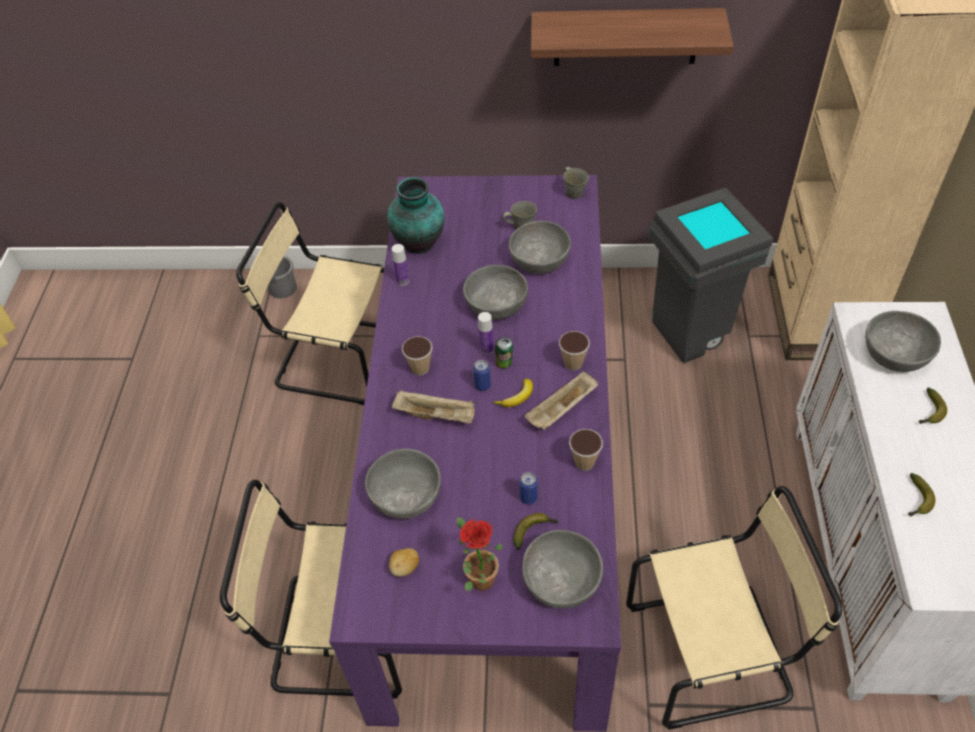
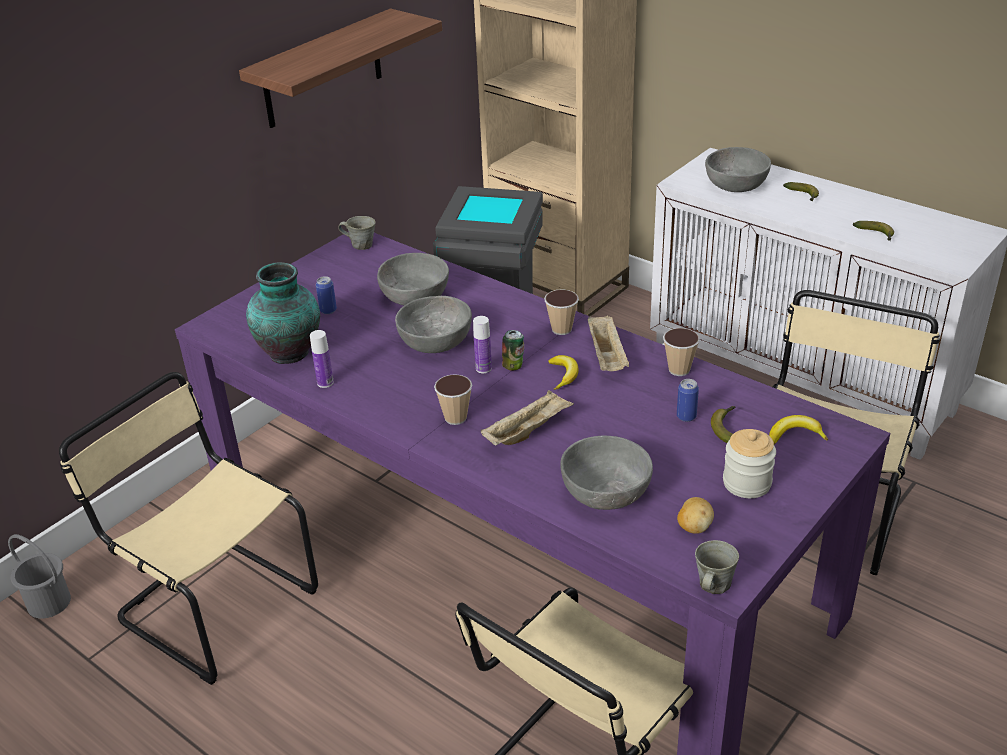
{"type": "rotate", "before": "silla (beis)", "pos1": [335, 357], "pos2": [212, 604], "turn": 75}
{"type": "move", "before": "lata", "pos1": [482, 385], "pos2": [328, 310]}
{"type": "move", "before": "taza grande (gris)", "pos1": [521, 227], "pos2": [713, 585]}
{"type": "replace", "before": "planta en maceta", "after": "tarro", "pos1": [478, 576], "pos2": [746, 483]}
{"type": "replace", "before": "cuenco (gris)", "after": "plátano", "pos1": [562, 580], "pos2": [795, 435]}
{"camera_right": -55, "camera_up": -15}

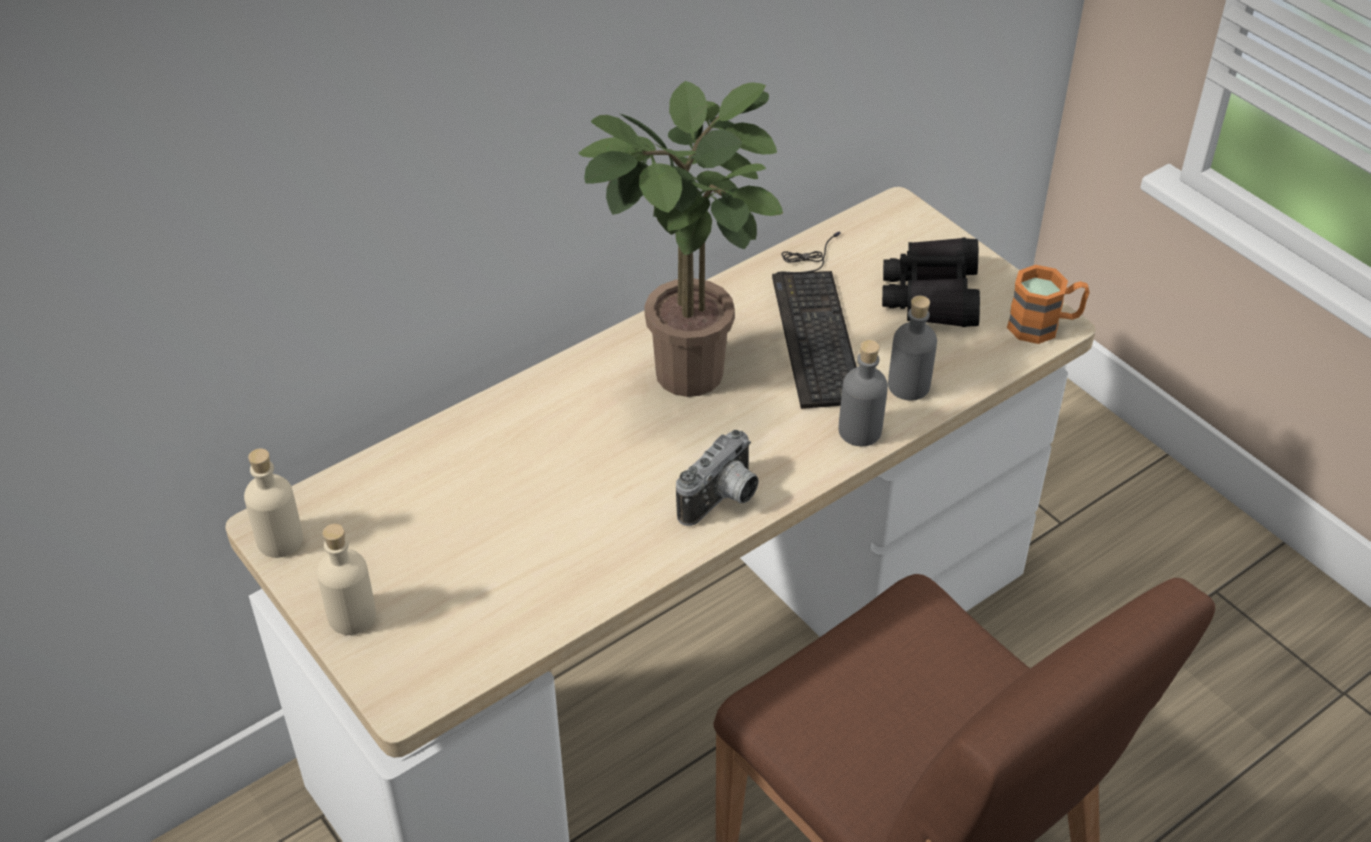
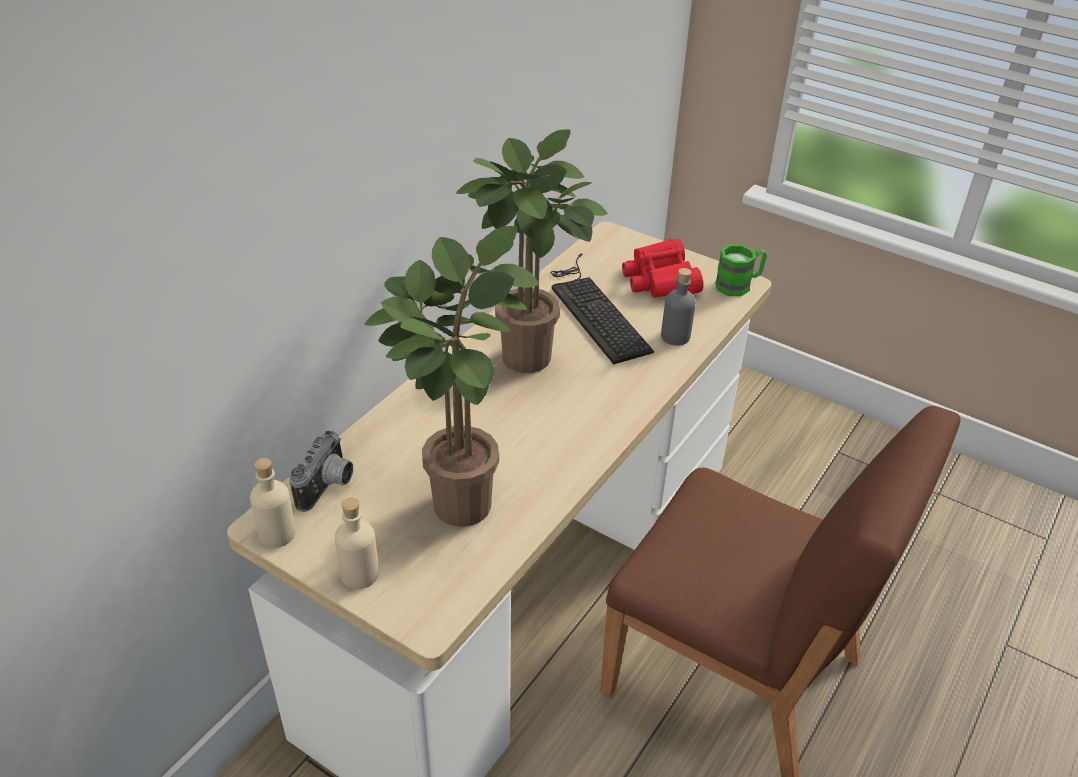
{"type": "move", "before": "cámara", "pos1": [723, 500], "pos2": [328, 487]}
{"type": "insert", "after": "planta en maceta", "pos2": [458, 497]}
{"type": "recolor", "before": "prismáticos (negro)", "after": "prismáticos (rojo)", "pos1": [932, 295], "pos2": [660, 280]}
{"type": "recolor", "before": "taza grande (naranja)", "after": "taza grande (verde)", "pos1": [1044, 325], "pos2": [739, 285]}
{"type": "delete", "before": "botella (gris)", "pos1": [860, 431]}
{"camera_right": -20, "camera_up": -5}

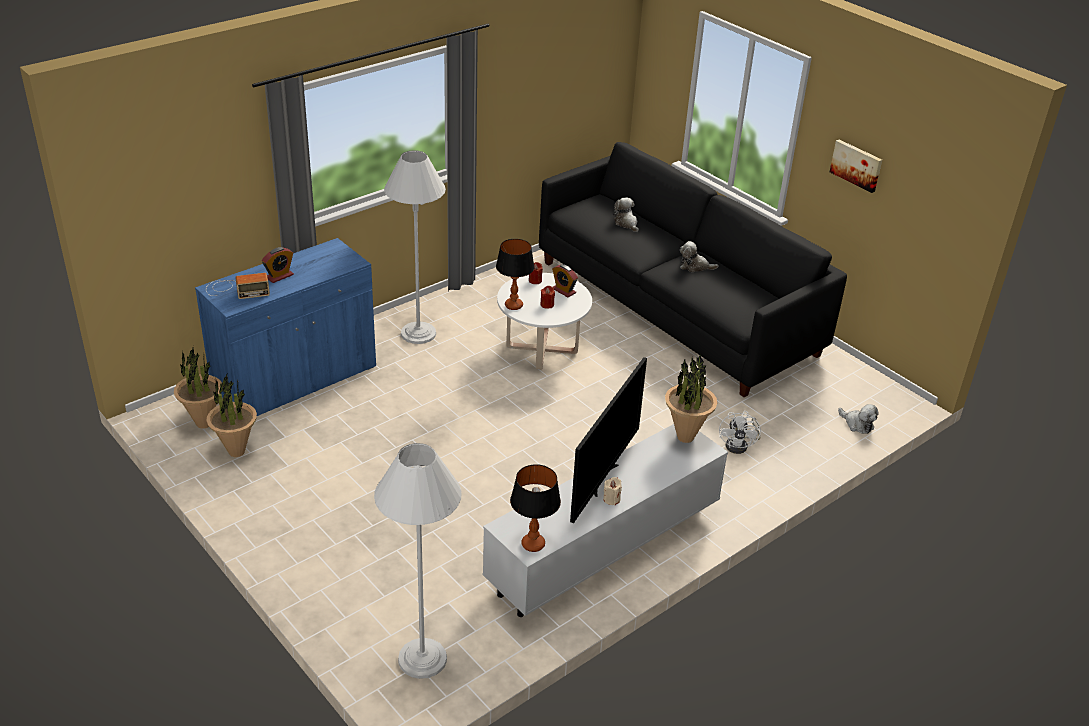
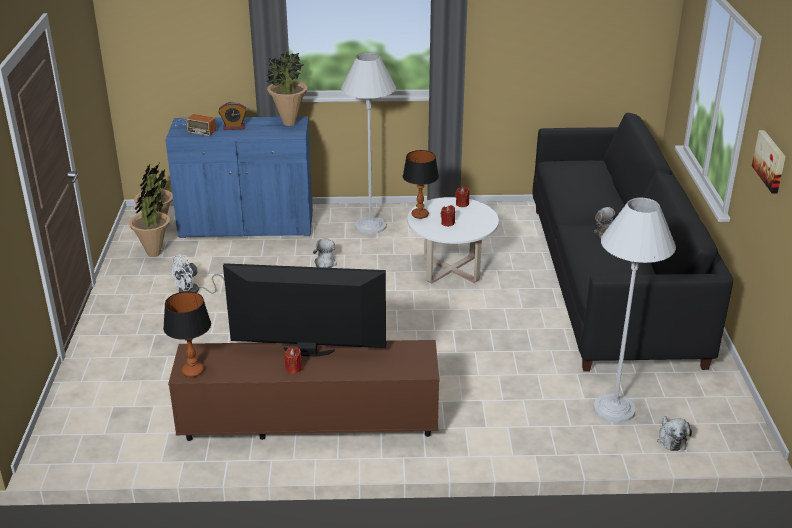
{"type": "recolor", "before": "mueble de televisión (blanco)", "after": "mueble de televisión (marrón)", "pos1": [602, 549], "pos2": [308, 426]}
{"type": "move", "before": "ventilador (blanco)", "pos1": [740, 445], "pos2": [193, 291]}
{"type": "rotate", "before": "televisor", "pos1": [602, 478], "pos2": [308, 352], "turn": -150}
{"type": "move", "before": "planta en maceta", "pos1": [685, 437], "pos2": [289, 123]}
{"type": "recolor", "before": "vela (beis)", "after": "vela (rojo)", "pos1": [611, 499], "pos2": [293, 369]}
{"type": "move", "before": "peluche", "pos1": [626, 223], "pos2": [324, 264]}
{"type": "move", "before": "lámpara de pie (blanco)", "pos1": [422, 658], "pos2": [614, 409]}
{"type": "delete", "before": "despertador", "pos1": [564, 291]}
{"camera_right": 40, "camera_up": -5}

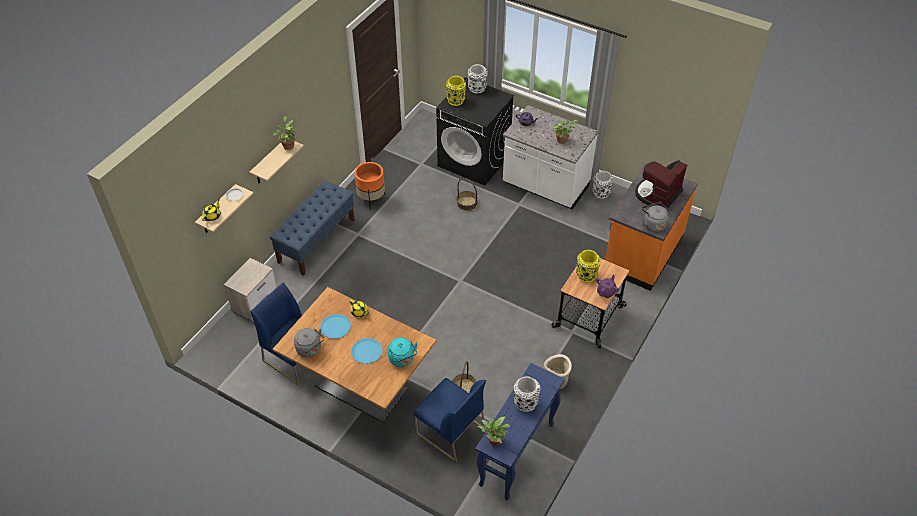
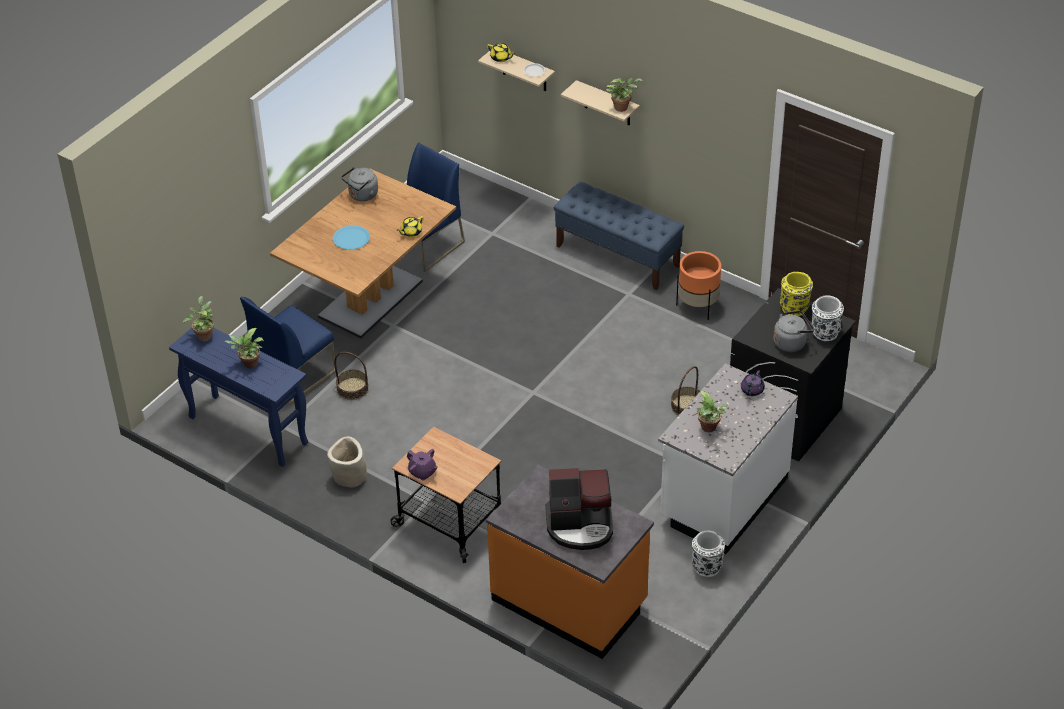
{"type": "replace", "before": "florero (blanco)", "after": "planta en maceta", "pos1": [525, 403], "pos2": [249, 364]}
{"type": "rotate", "before": "cafetera", "pos1": [657, 194], "pos2": [580, 526], "turn": 135}
{"type": "move", "before": "hervidor (gris)", "pos1": [653, 224], "pos2": [791, 342]}
{"type": "delete", "before": "mesita de noche", "pos1": [256, 302]}
{"type": "delete", "before": "plato (azul)", "pos1": [335, 327]}
{"type": "delete", "before": "hervidor (turquesa)", "pos1": [402, 360]}
{"type": "delete", "before": "florero (amarillo)", "pos1": [586, 275]}
{"camera_right": 95, "camera_up": -5}

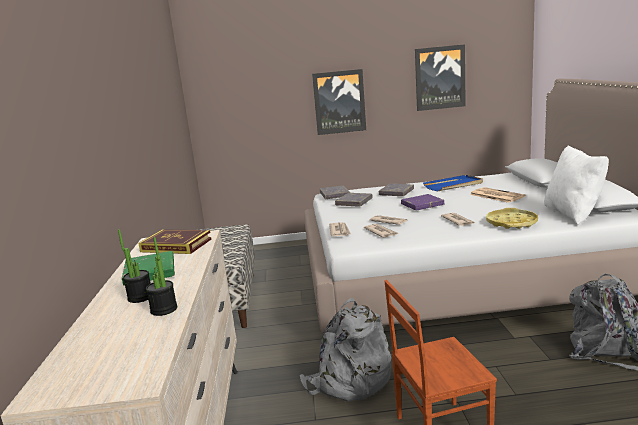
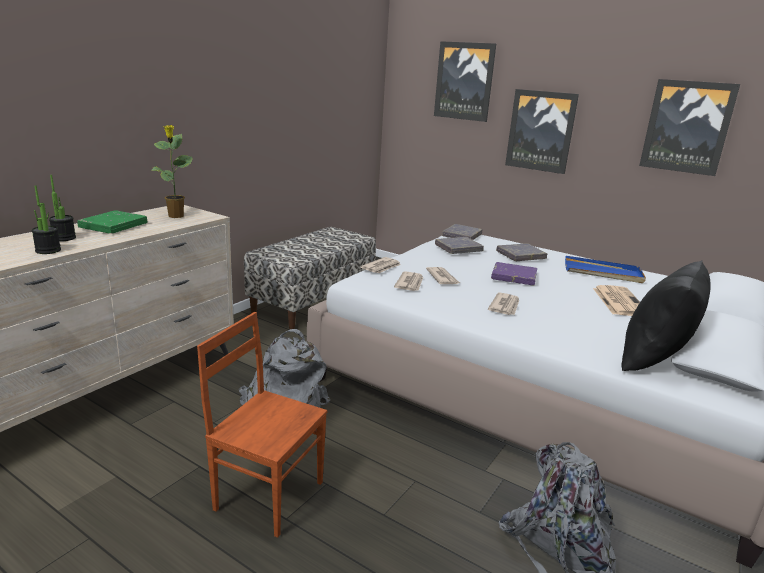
{"type": "replace", "before": "libro", "after": "planta en maceta", "pos1": [176, 245], "pos2": [176, 216]}
{"type": "insert", "after": "cuadro", "pos2": [464, 81]}
{"type": "recolor", "before": "cojín (blanco)", "after": "cojín (negro)", "pos1": [573, 213], "pos2": [655, 359]}
{"type": "delete", "before": "bandeja (amarillo)", "pos1": [511, 223]}
{"camera_right": 35, "camera_up": 5}

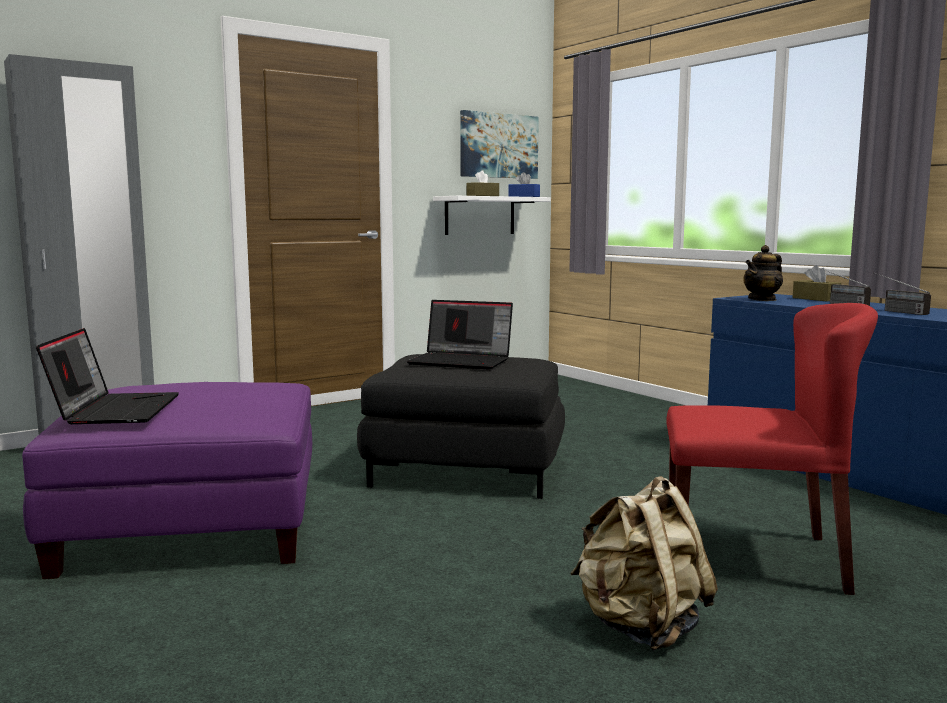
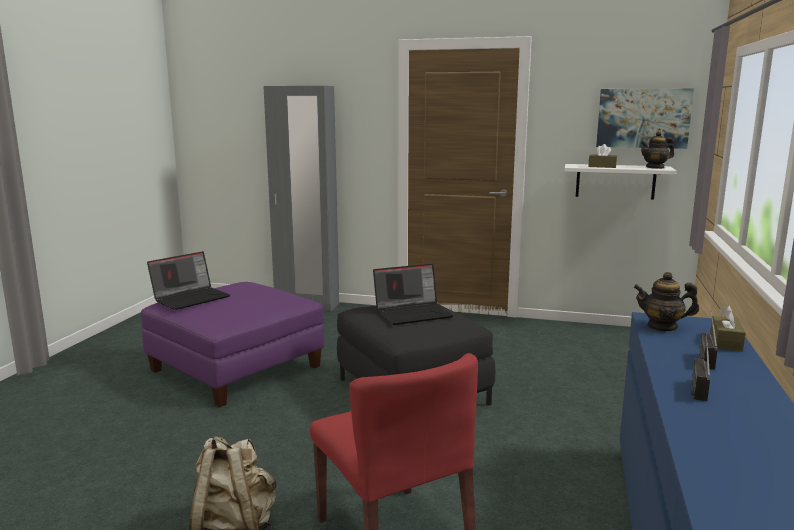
{"type": "rotate", "before": "portátil", "pos1": [462, 361], "pos2": [413, 313], "turn": -90}
{"type": "replace", "before": "caja de pañuelos (azul)", "after": "tetera", "pos1": [524, 196], "pos2": [655, 167]}
{"camera_right": 50, "camera_up": 5}

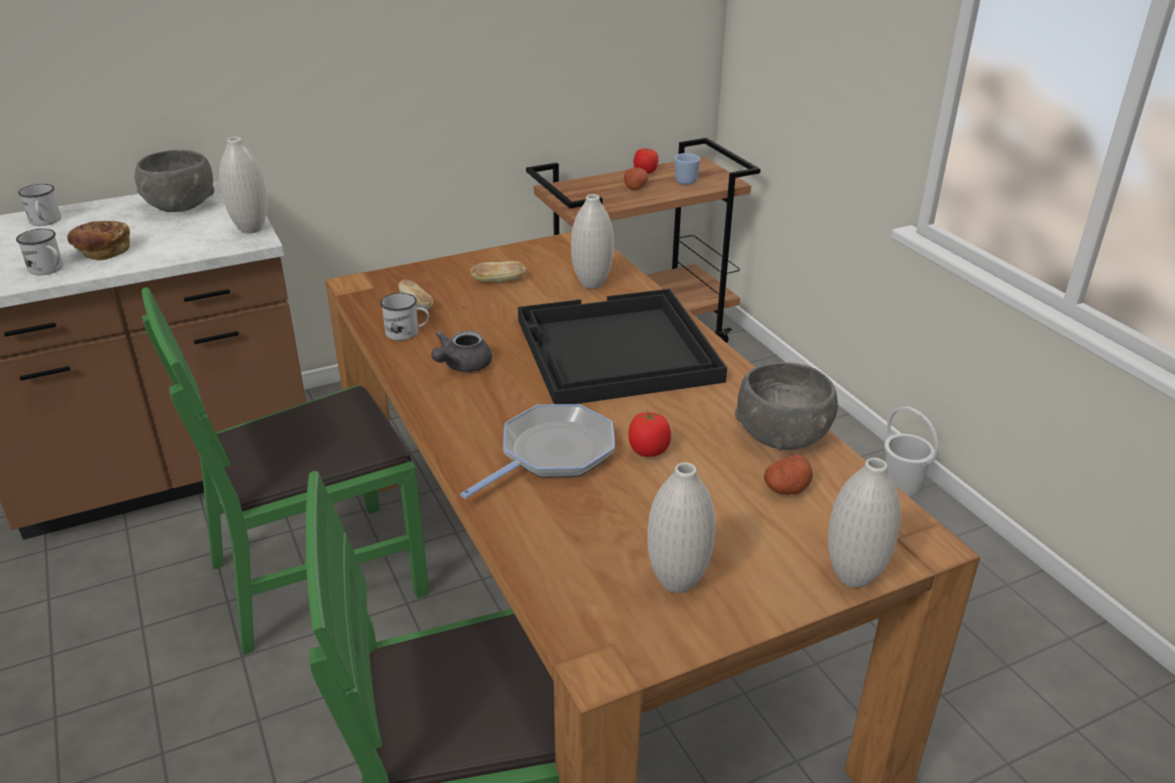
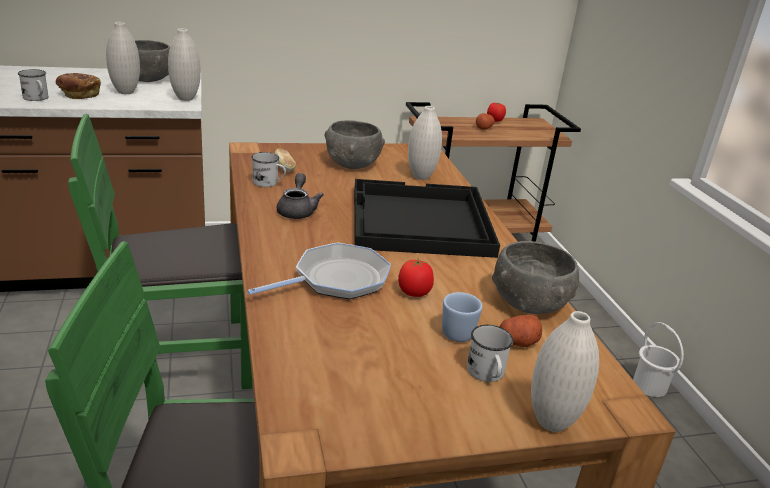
{"type": "move", "before": "florero (blanco)", "pos1": [677, 582], "pos2": [126, 92]}
{"type": "rotate", "before": "tetera (gris)", "pos1": [461, 366], "pos2": [297, 210], "turn": 135}
{"type": "replace", "before": "pan", "after": "cuenco (gris)", "pos1": [498, 281], "pos2": [352, 163]}
{"type": "move", "before": "taza grande (azul)", "pos1": [685, 180], "pos2": [458, 331]}
{"type": "move", "before": "taza grande (blanco)", "pos1": [45, 222], "pos2": [487, 374]}
{"camera_right": 10, "camera_up": -5}

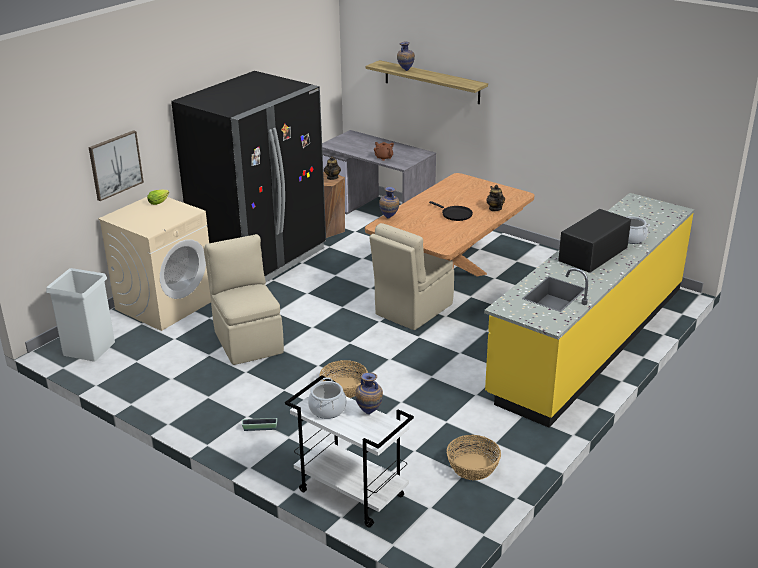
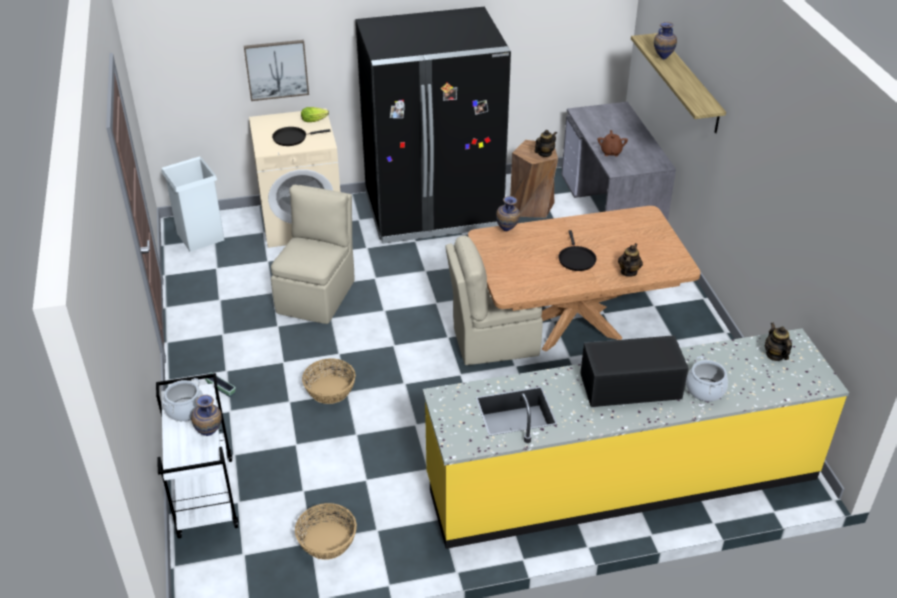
{"type": "insert", "after": "sartén (negro)", "pos2": [292, 138]}
{"type": "insert", "after": "tetera", "pos2": [775, 355]}
{"camera_right": 40, "camera_up": 10}

